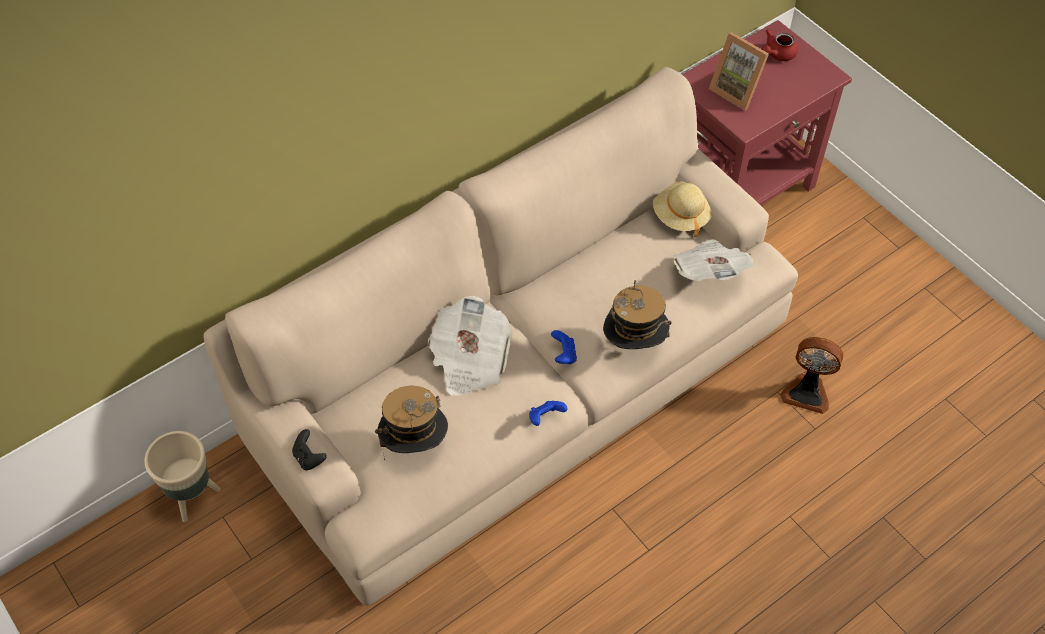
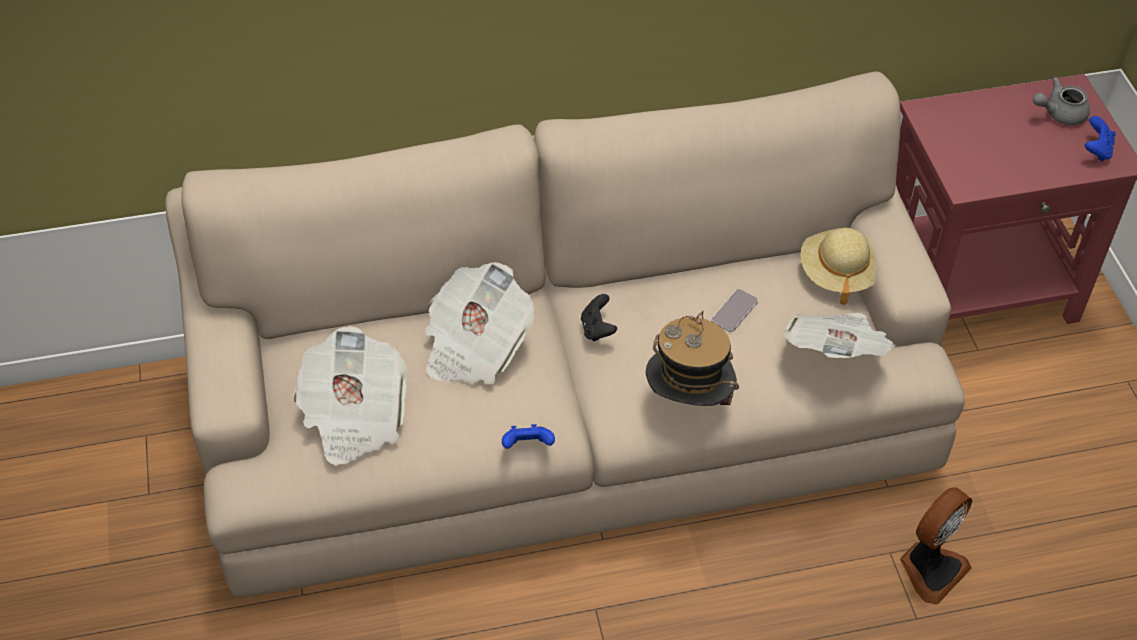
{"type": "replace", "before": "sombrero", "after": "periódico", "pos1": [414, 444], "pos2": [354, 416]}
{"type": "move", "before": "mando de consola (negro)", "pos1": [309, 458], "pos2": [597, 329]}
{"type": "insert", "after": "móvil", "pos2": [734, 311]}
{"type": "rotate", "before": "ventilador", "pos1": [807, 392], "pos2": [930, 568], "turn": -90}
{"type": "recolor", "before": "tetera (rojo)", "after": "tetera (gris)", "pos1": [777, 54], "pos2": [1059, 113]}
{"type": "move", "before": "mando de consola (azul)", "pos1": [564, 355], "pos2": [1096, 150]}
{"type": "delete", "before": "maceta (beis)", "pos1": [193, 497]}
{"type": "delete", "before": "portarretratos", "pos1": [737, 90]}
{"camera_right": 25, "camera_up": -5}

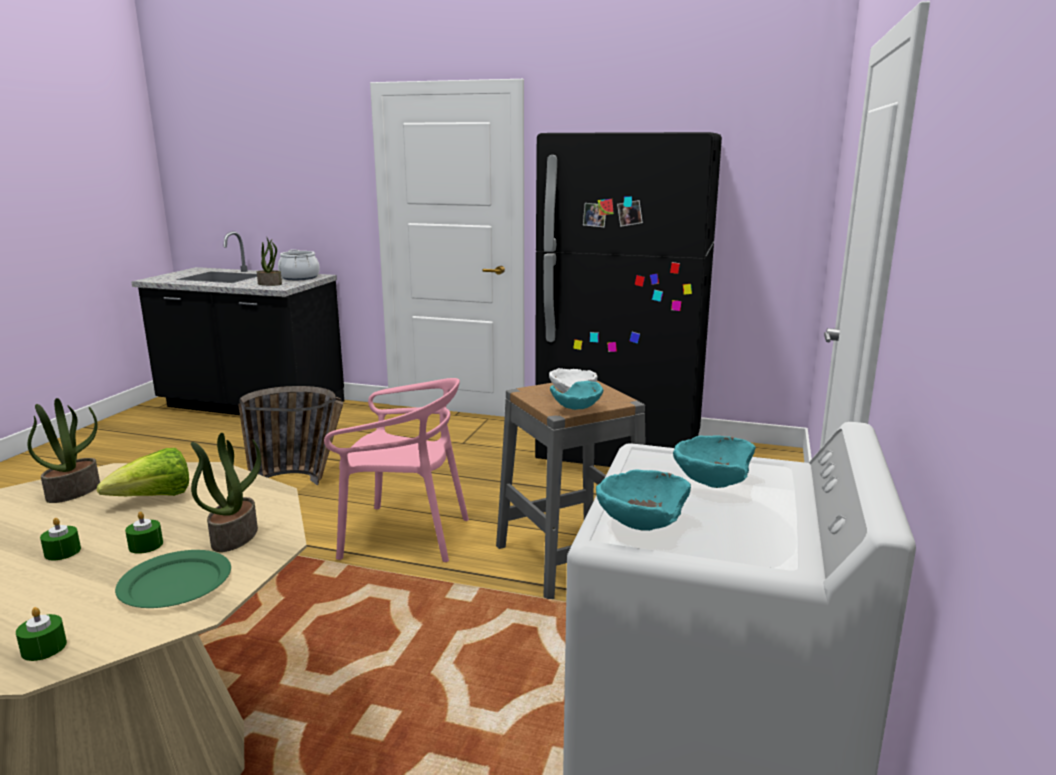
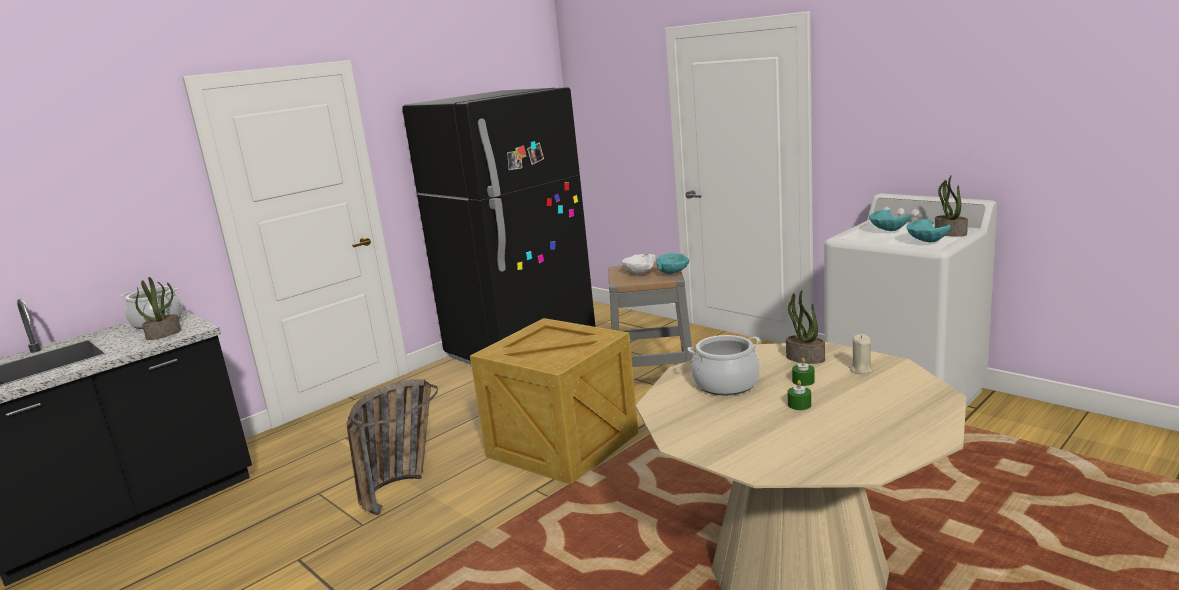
{"type": "replace", "before": "silla (rosa)", "after": "caja de embalaje", "pos1": [404, 536], "pos2": [565, 444]}
{"type": "replace", "before": "lechuga", "after": "olla", "pos1": [154, 498], "pos2": [725, 384]}
{"type": "replace", "before": "plato (verde)", "after": "vela (beis)", "pos1": [175, 584], "pos2": [860, 370]}
{"type": "move", "before": "planta en maceta", "pos1": [73, 491], "pos2": [949, 233]}
{"type": "delete", "before": "vela (verde)", "pos1": [44, 648]}
{"camera_right": -60, "camera_up": 0}

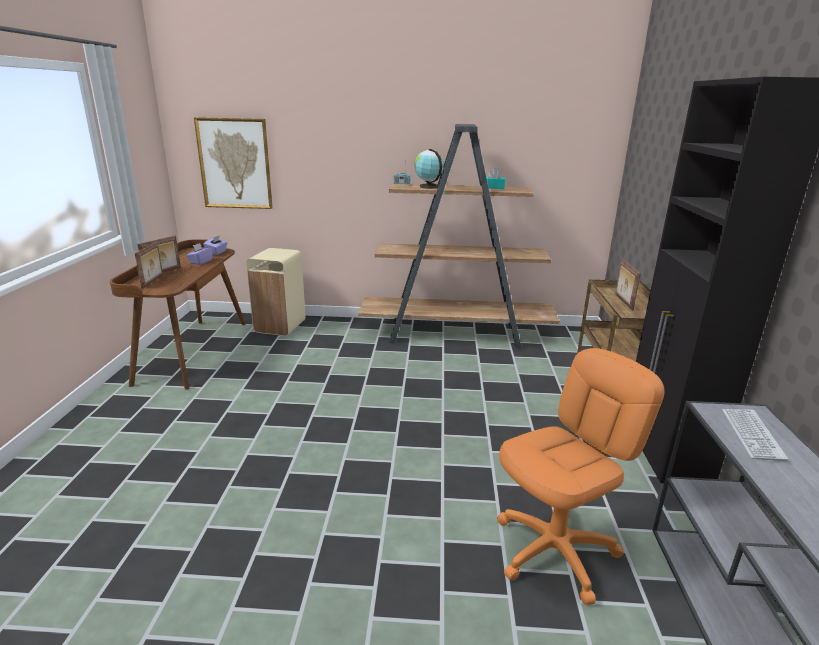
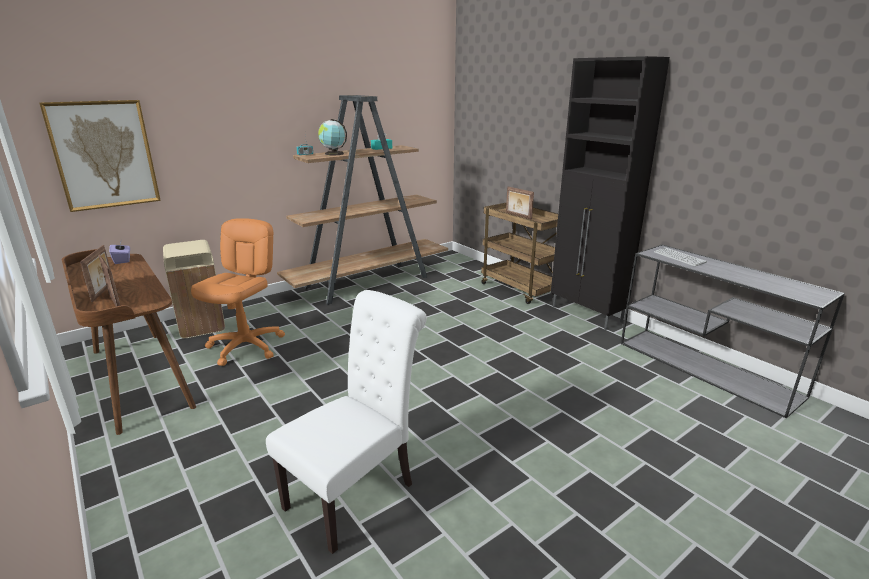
{"type": "move", "before": "silla de oficina (naranja)", "pos1": [555, 551], "pos2": [246, 346]}
{"type": "insert", "after": "silla (blanco)", "pos2": [356, 492]}
{"type": "delete", "before": "caja de pañuelos (morado)", "pos1": [200, 262]}
{"camera_right": -40, "camera_up": 0}

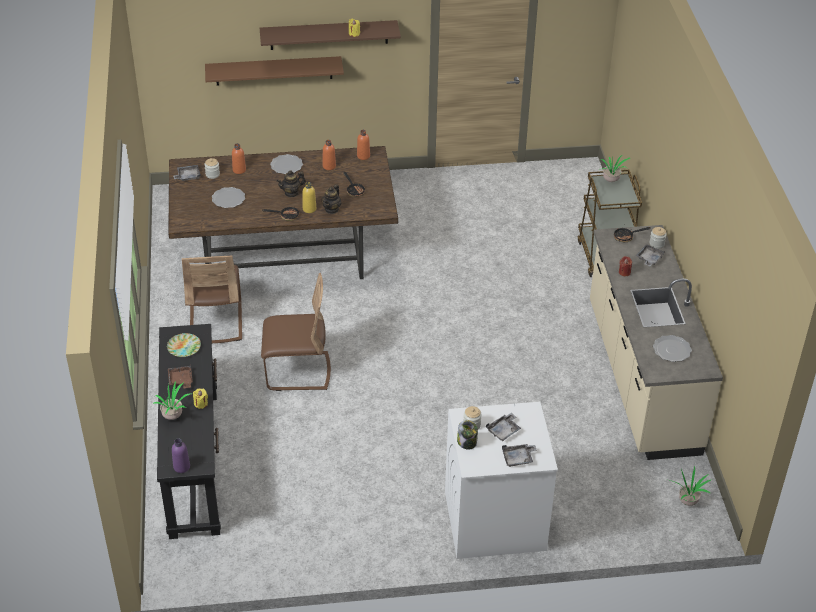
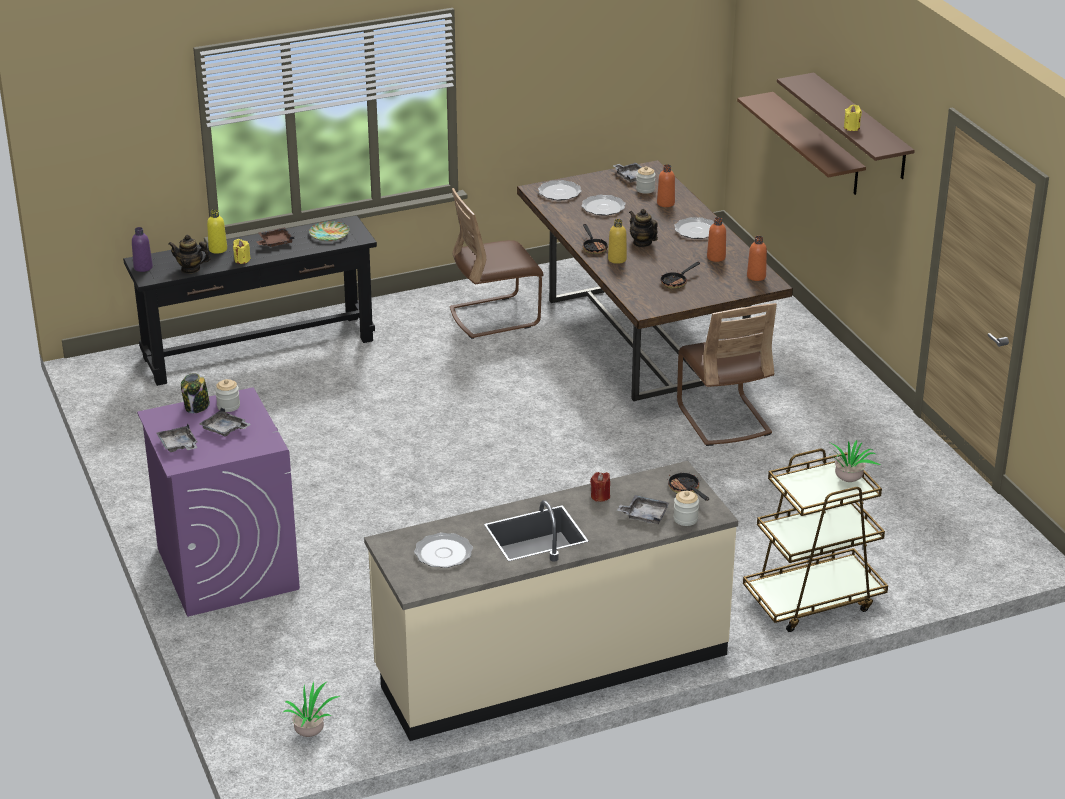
{"type": "recolor", "before": "lavadora (blanco)", "after": "lavadora (morado)", "pos1": [494, 521], "pos2": [226, 568]}
{"type": "move", "before": "tetera", "pos1": [332, 209], "pos2": [190, 269]}
{"type": "replace", "before": "planta en maceta", "after": "botella (amarillo)", "pos1": [174, 416], "pos2": [218, 249]}
{"type": "insert", "after": "plato", "pos2": [559, 192]}
{"type": "move", "before": "silla (marrón)", "pos1": [297, 372], "pos2": [723, 419]}
{"camera_right": 75, "camera_up": -10}

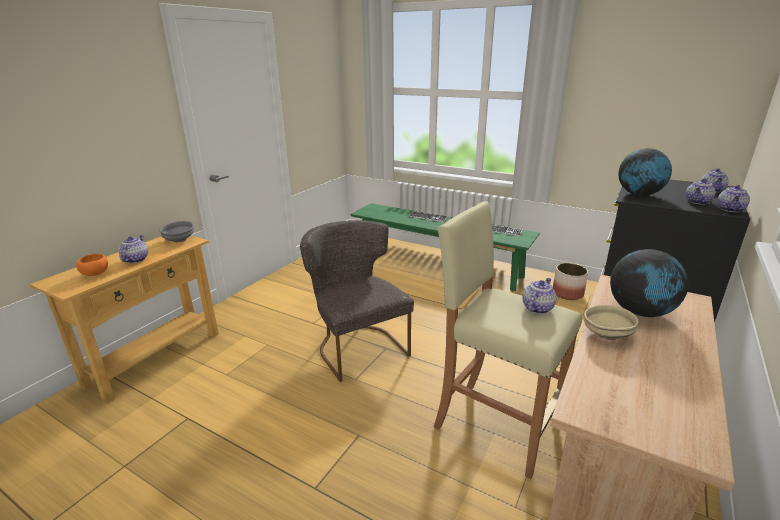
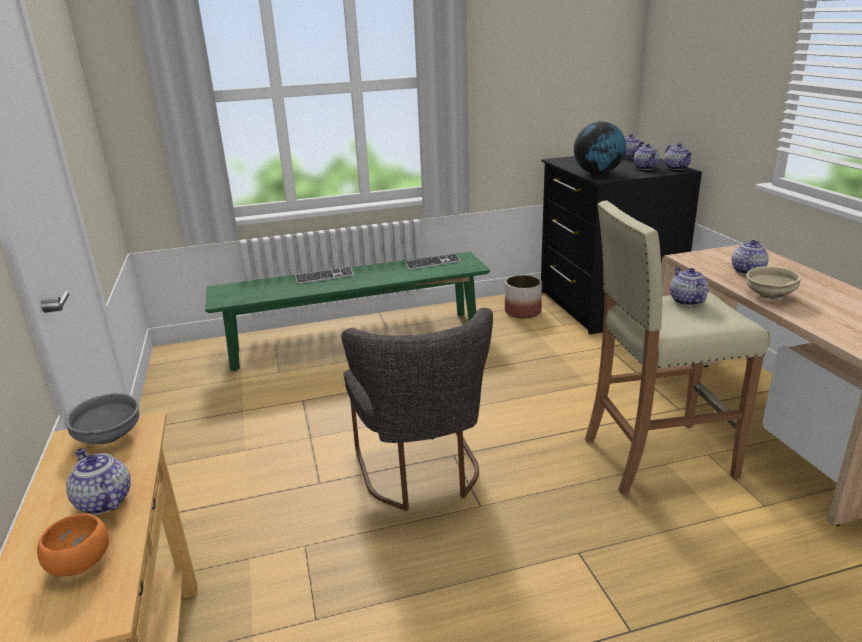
{"type": "rotate", "before": "silla (gris)", "pos1": [357, 346], "pos2": [422, 473], "turn": -120}
{"type": "replace", "before": "globo terráqueo", "after": "tetera", "pos1": [640, 312], "pos2": [747, 271]}
{"camera_right": -45, "camera_up": 0}

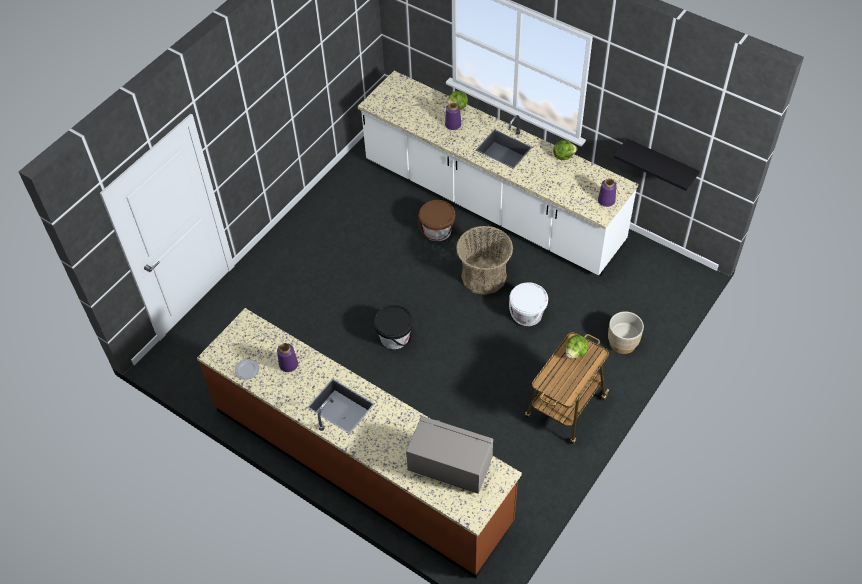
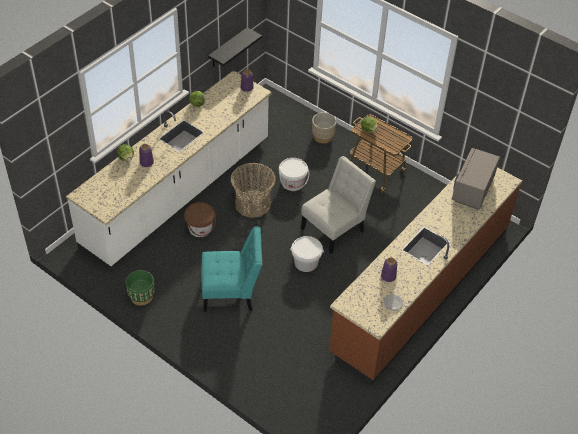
{"type": "insert", "after": "maceta (verde)", "pos2": [141, 297]}
{"type": "insert", "after": "silla (turquesa)", "pos2": [231, 292]}
{"type": "recolor", "before": "cubo (negro)", "after": "cubo (blanco)", "pos1": [394, 337], "pos2": [306, 262]}
{"type": "insert", "after": "silla (blanco)", "pos2": [335, 228]}
{"camera_right": -90, "camera_up": -5}

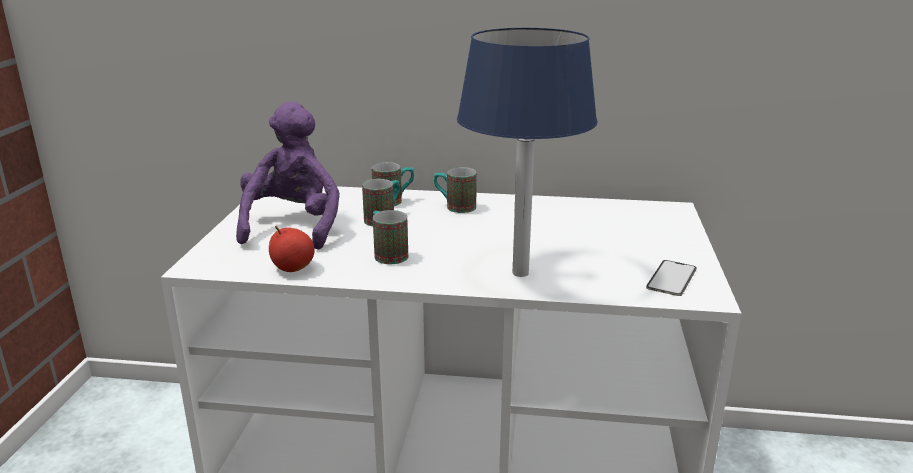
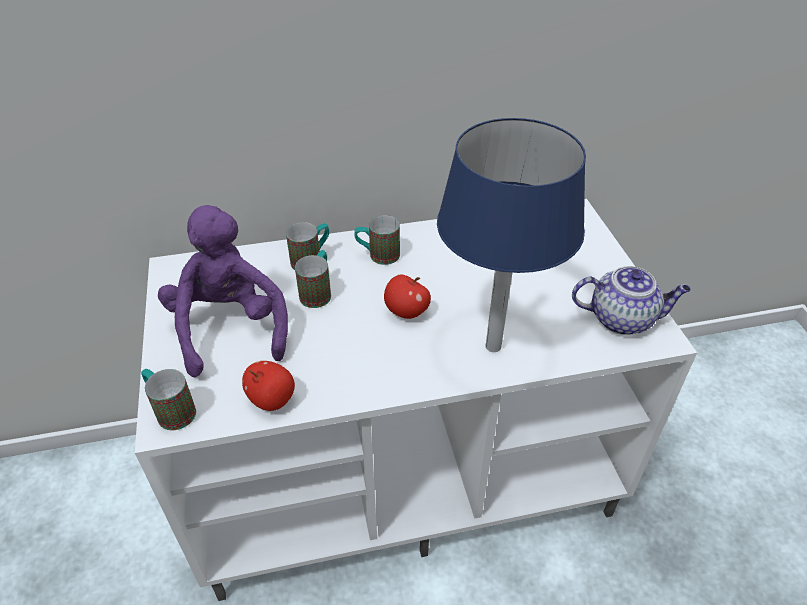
{"type": "move", "before": "taza grande", "pos1": [387, 254], "pos2": [171, 410]}
{"type": "insert", "after": "manzana", "pos2": [406, 312]}
{"type": "replace", "before": "móvil", "after": "tetera", "pos1": [671, 278], "pos2": [622, 319]}
{"camera_right": -20, "camera_up": 20}

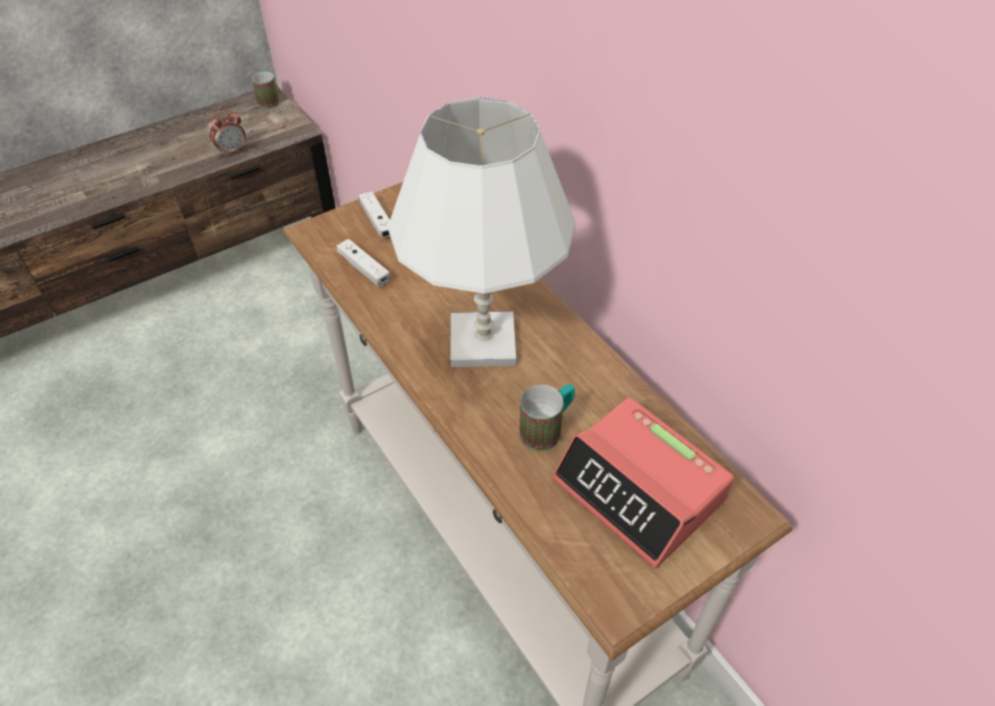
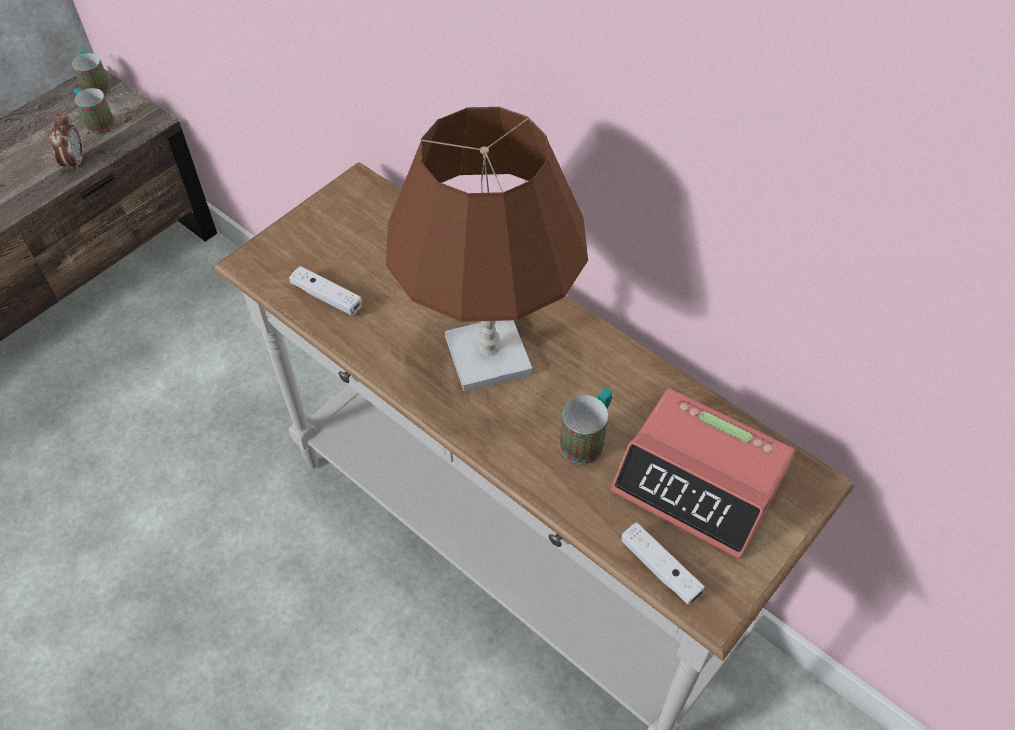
{"type": "rotate", "before": "despertador", "pos1": [232, 151], "pos2": [75, 162], "turn": -45}
{"type": "insert", "after": "taza grande", "pos2": [97, 123]}
{"type": "recolor", "before": "lámpara de mesa (blanco)", "after": "lámpara de mesa (marrón)", "pos1": [483, 341], "pos2": [489, 355]}
{"type": "move", "before": "mando de consola (blanco)", "pos1": [377, 221], "pos2": [660, 568]}
{"camera_right": -15, "camera_up": 5}

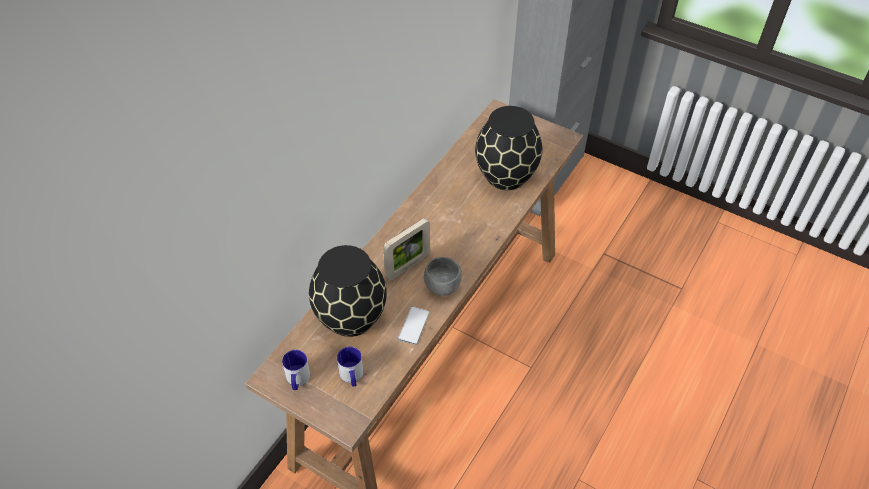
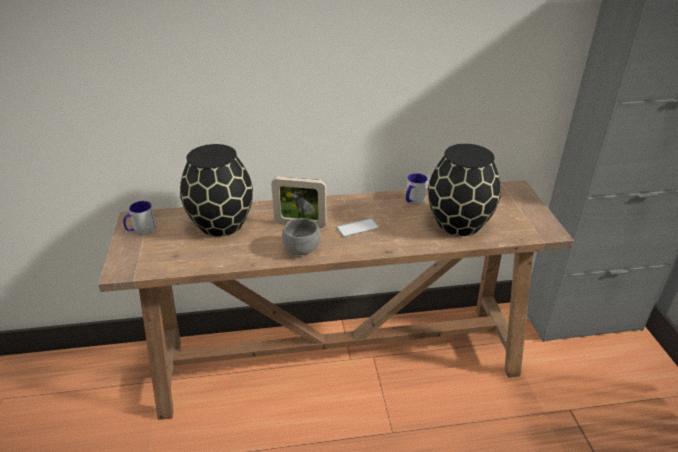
{"type": "move", "before": "móvil", "pos1": [413, 325], "pos2": [357, 228]}
{"type": "move", "before": "taza grande", "pos1": [352, 376], "pos2": [413, 200]}
{"camera_right": 50, "camera_up": -15}

